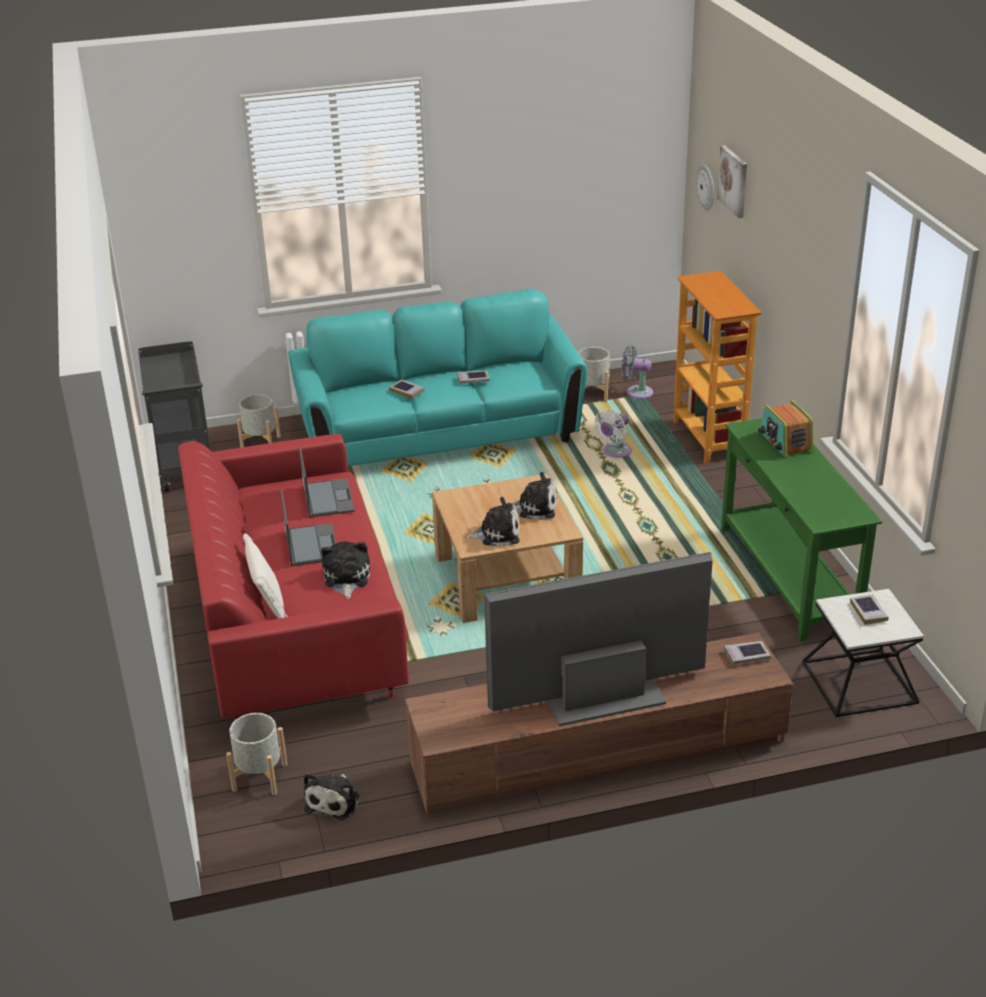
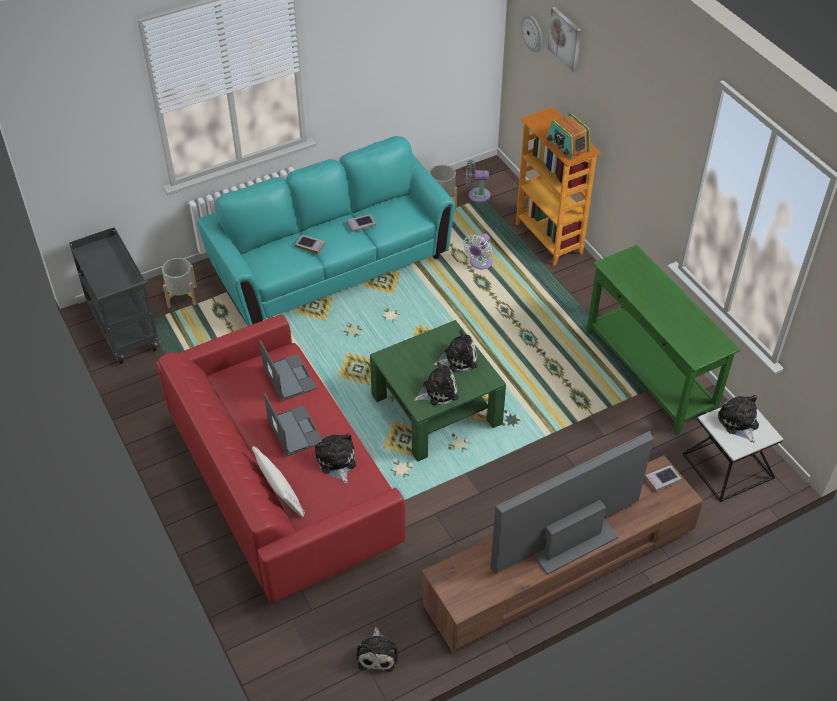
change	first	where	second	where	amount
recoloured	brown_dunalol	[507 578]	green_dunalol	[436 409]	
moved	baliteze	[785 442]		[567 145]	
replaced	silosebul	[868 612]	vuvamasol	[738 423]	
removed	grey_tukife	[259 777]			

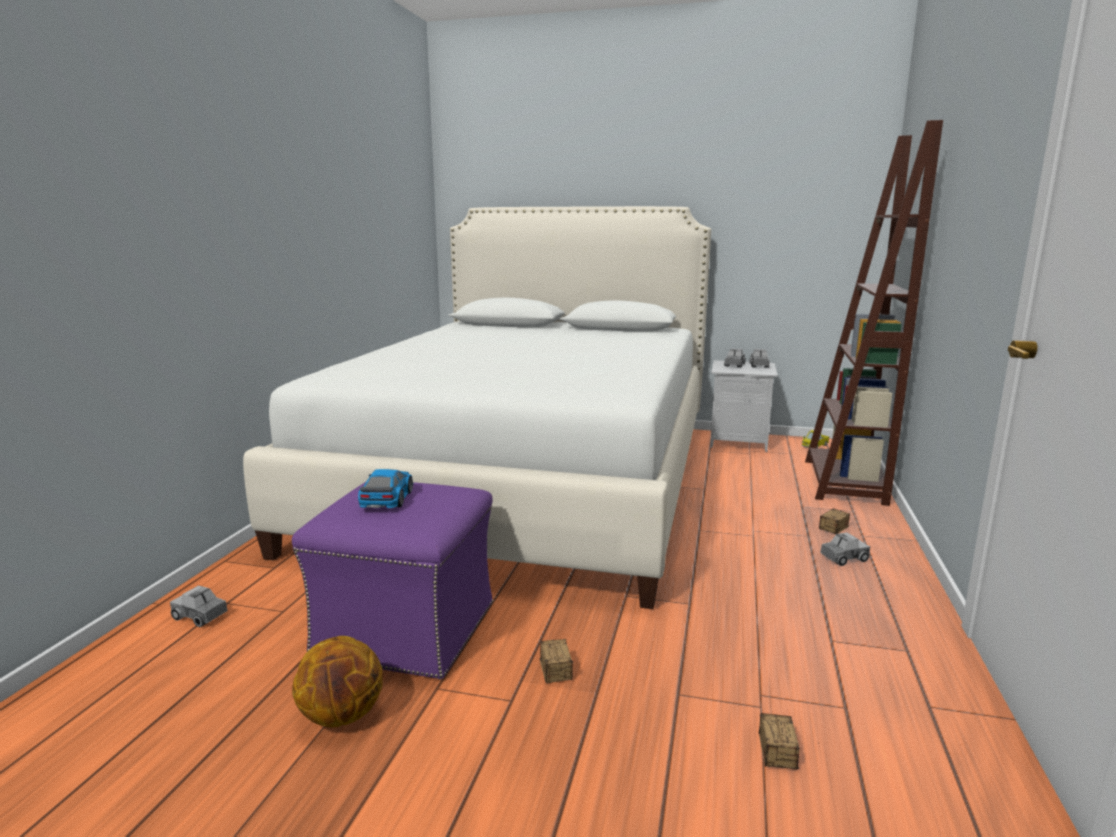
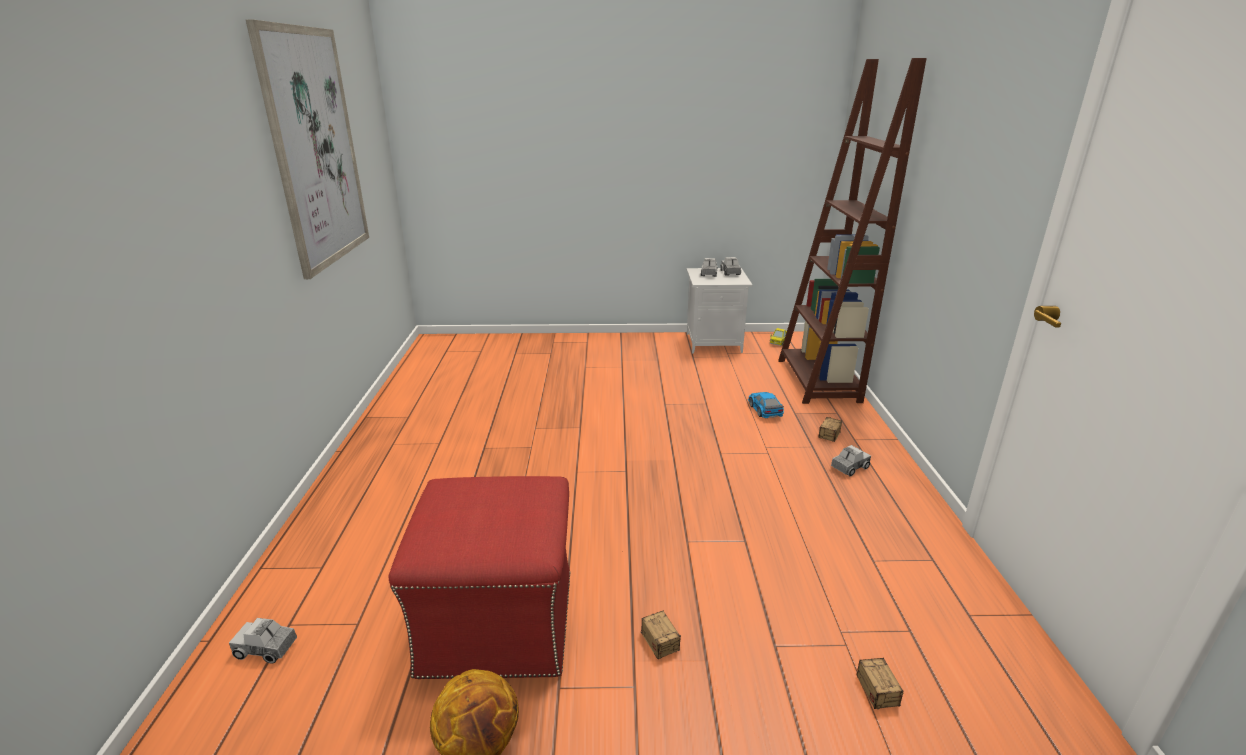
change	first	where	second	where	amount
added			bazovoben	[315 149]	
recoloured	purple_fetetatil	[408 630]	red_fetetatil	[500 622]	
moved	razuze	[387 498]		[764 409]	
removed	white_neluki	[529 480]			

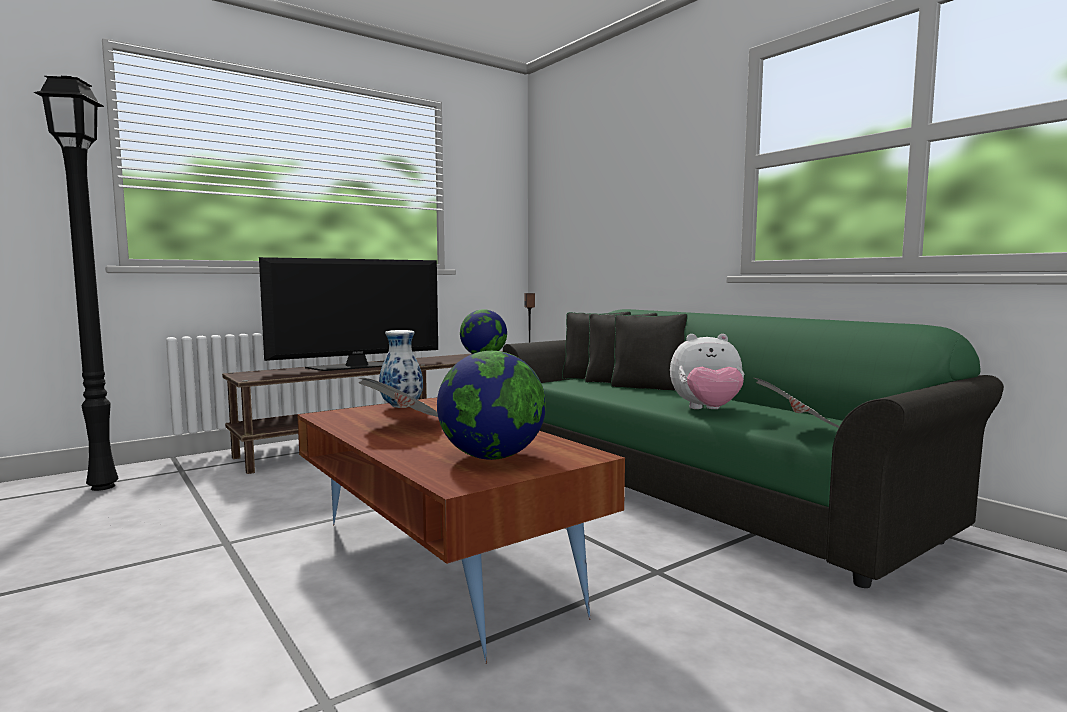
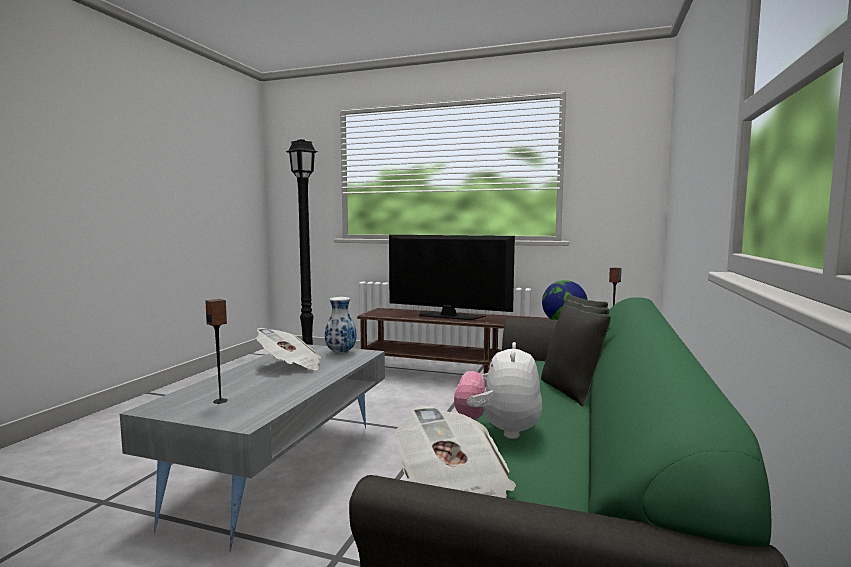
change	first	where	second	where	amount
recoloured	brown_dunalol	[442 564]	grey_dunalol	[282 470]	
replaced	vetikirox	[491 457]	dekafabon	[220 401]	
turned	vuvamasol	[707 410]		[499 431]	45 degrees clockwise

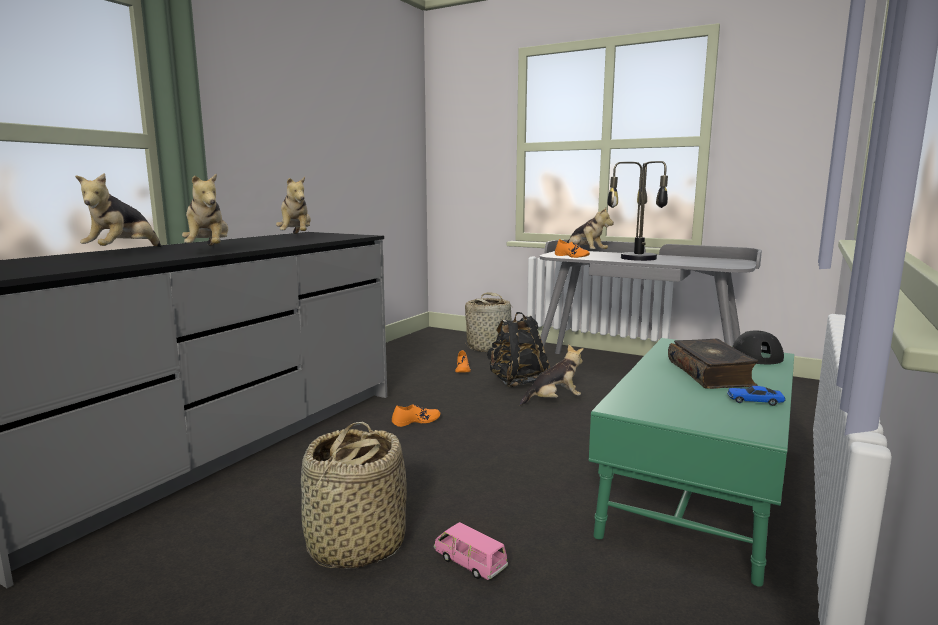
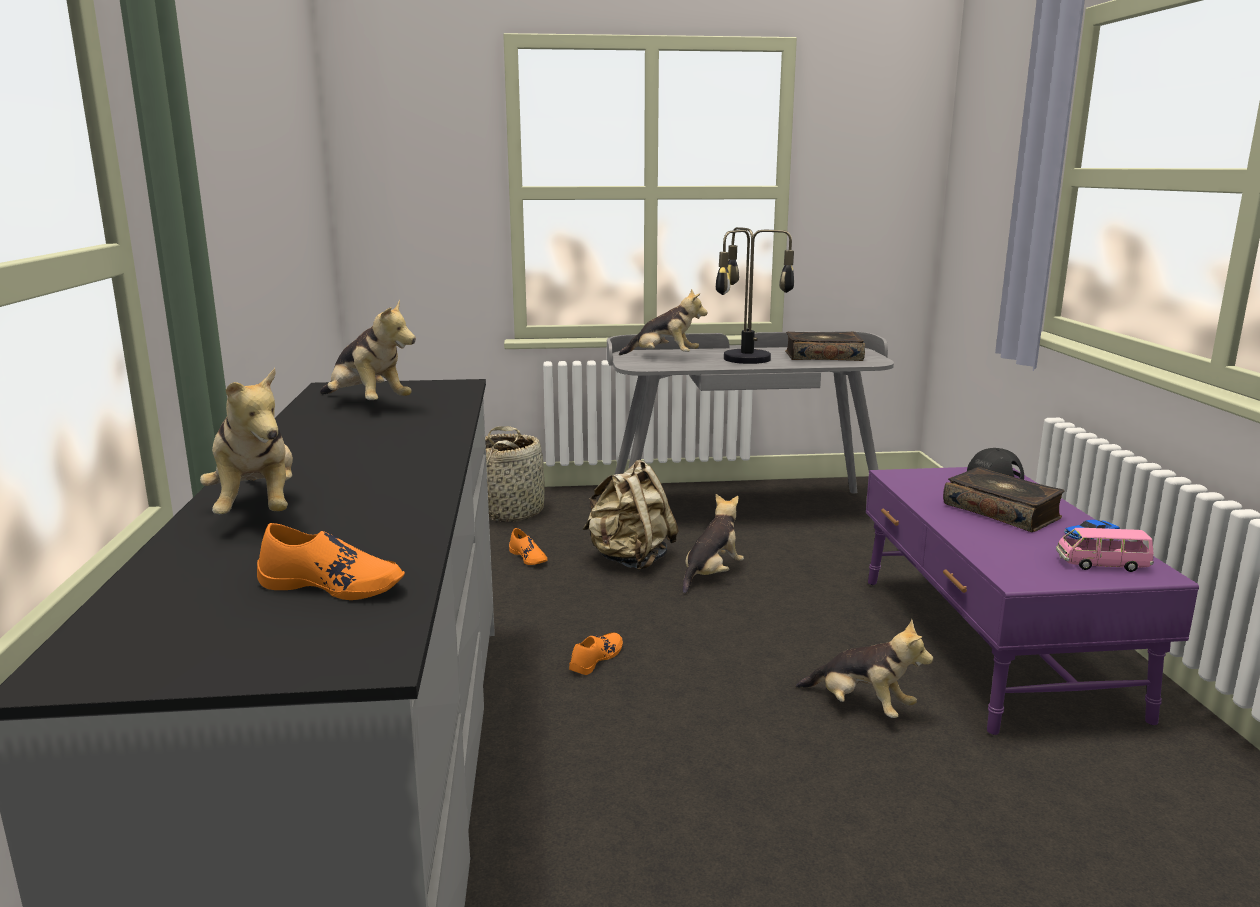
change	first	where	second	where	amount
moved	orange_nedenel	[572 256]		[333 585]	
recoloured	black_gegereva	[516 382]	beige_gegereva	[630 560]	
added			silosebul	[823 356]	
moved	vuvamasol	[209 251]		[861 707]	
recoloured	green_dunalol	[697 491]	purple_dunalol	[992 645]	
moved	pink_razuze	[469 563]		[1102 564]	
removed	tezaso	[355 545]			

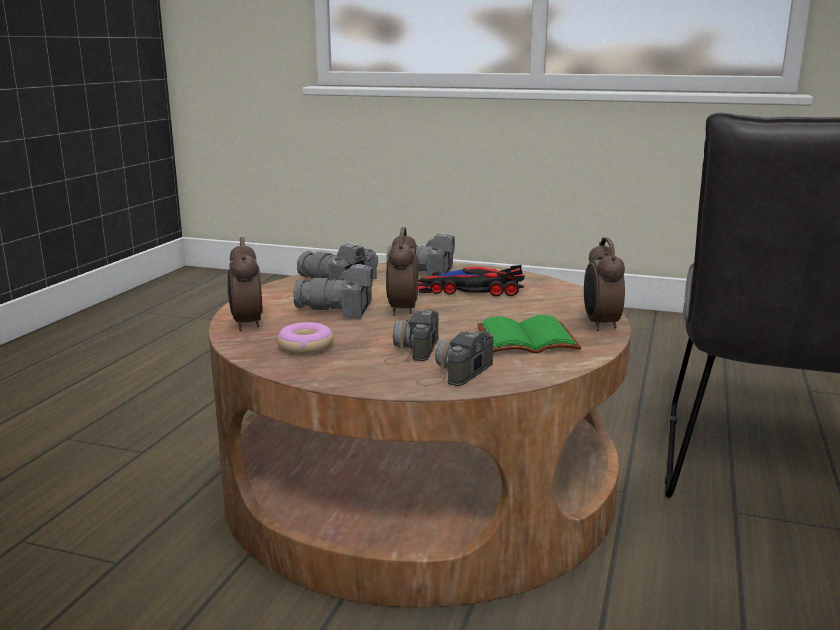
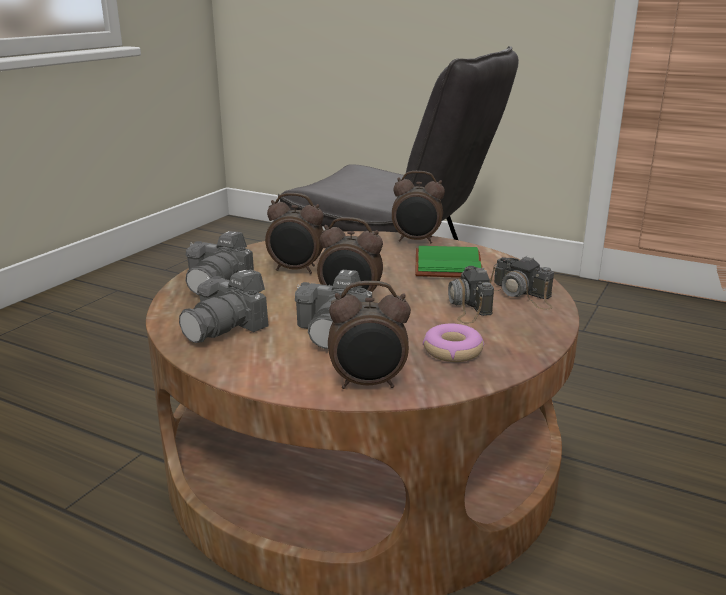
change	first	where	second	where	amount
replaced	razuze	[470 289]	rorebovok	[296 270]	
turned	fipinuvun	[412 350]		[467 306]	60 degrees clockwise

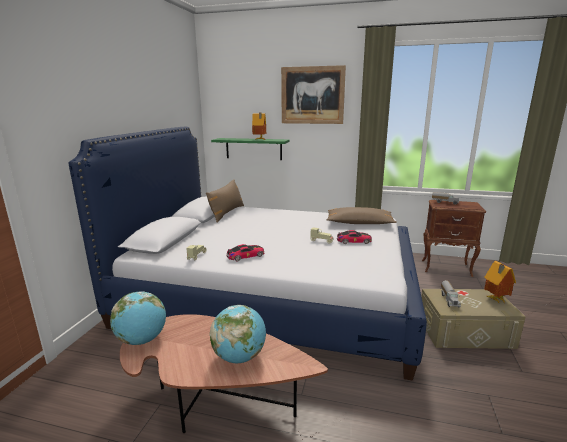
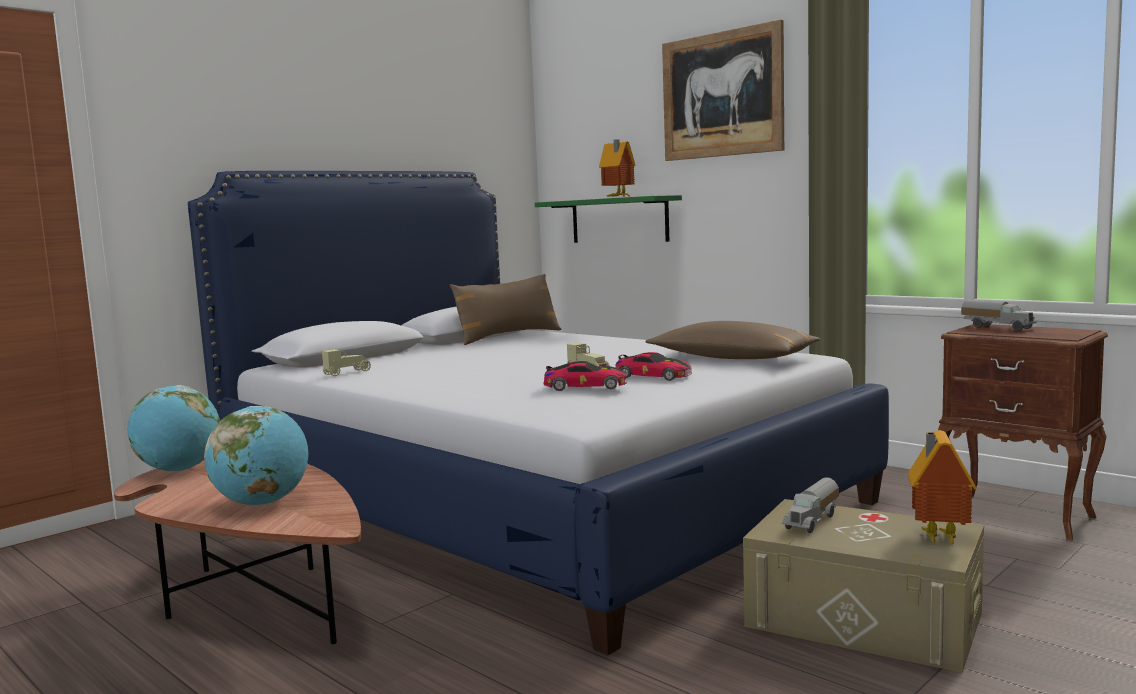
change	first	where	second	where	amount
moved	razuze	[245 256]		[585 386]	

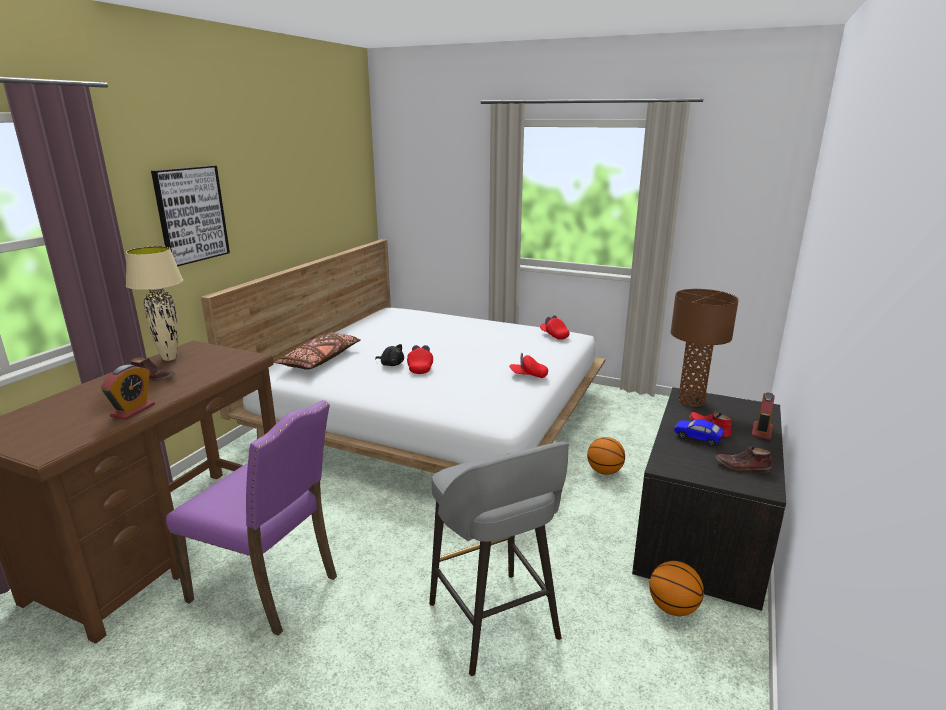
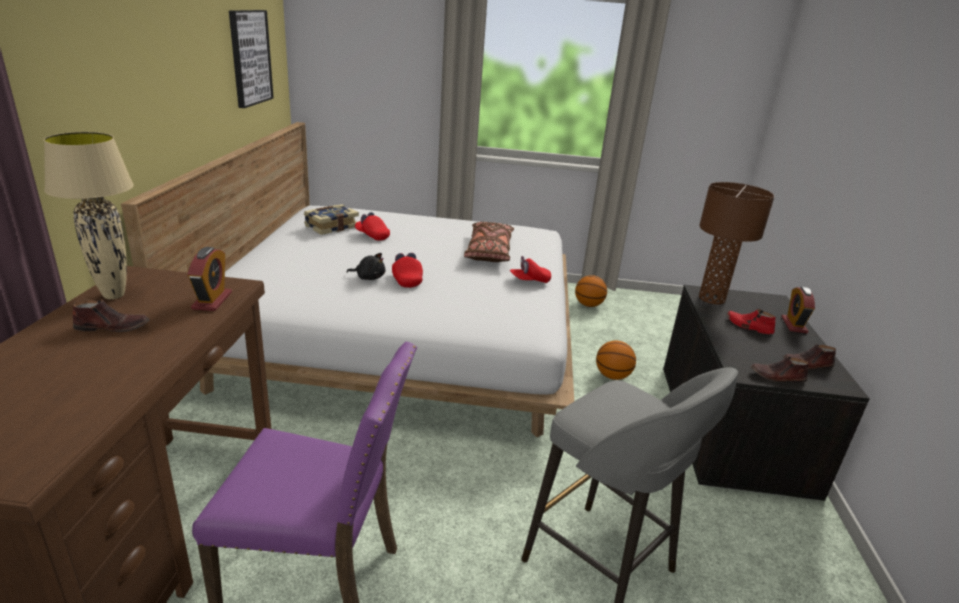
change	first	where	second	where	amount
moved	rorebovok	[133 410]		[212 301]	
moved	bazovoben	[191 214]		[250 57]	
added			silosebul	[331 226]	
moved	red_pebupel	[554 335]		[372 235]	
moved	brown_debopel	[320 360]		[489 252]	
moved	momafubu	[672 607]		[588 305]	
added			brown_nedenel	[777 377]	
removed	razuze	[697 438]			

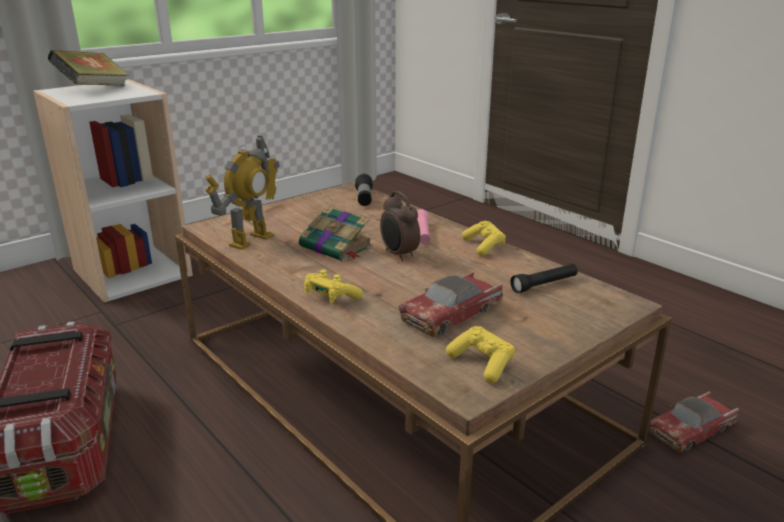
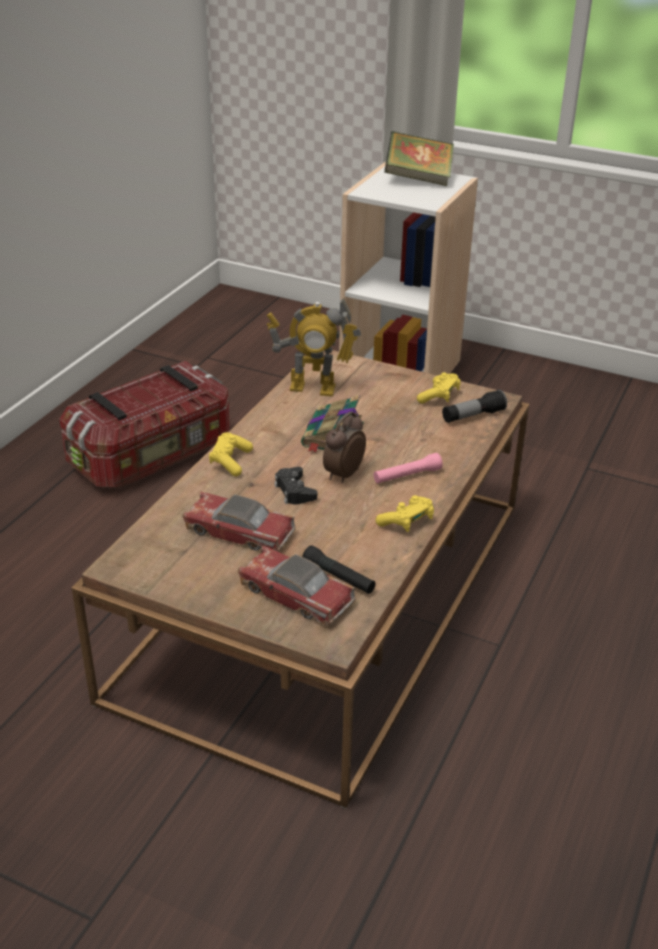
change	first	where	second	where	amount
moved	razuze	[691 430]		[296 595]	
added			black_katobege	[294 491]	
moved	yellow_katobege	[482 363]		[439 396]	

